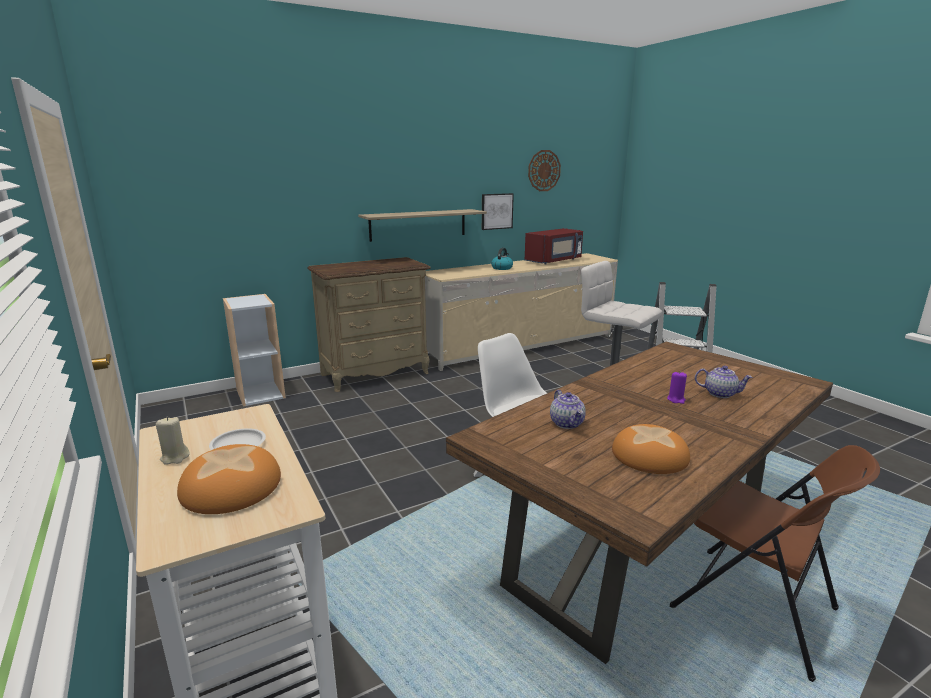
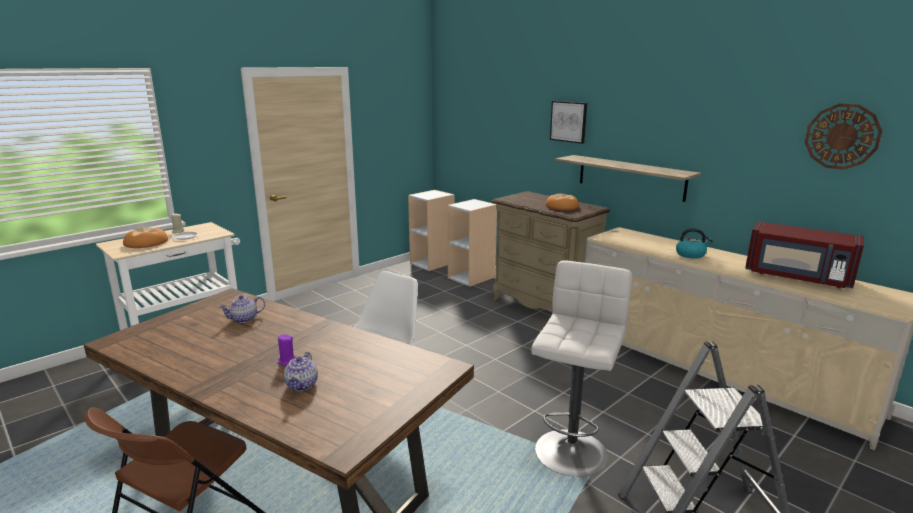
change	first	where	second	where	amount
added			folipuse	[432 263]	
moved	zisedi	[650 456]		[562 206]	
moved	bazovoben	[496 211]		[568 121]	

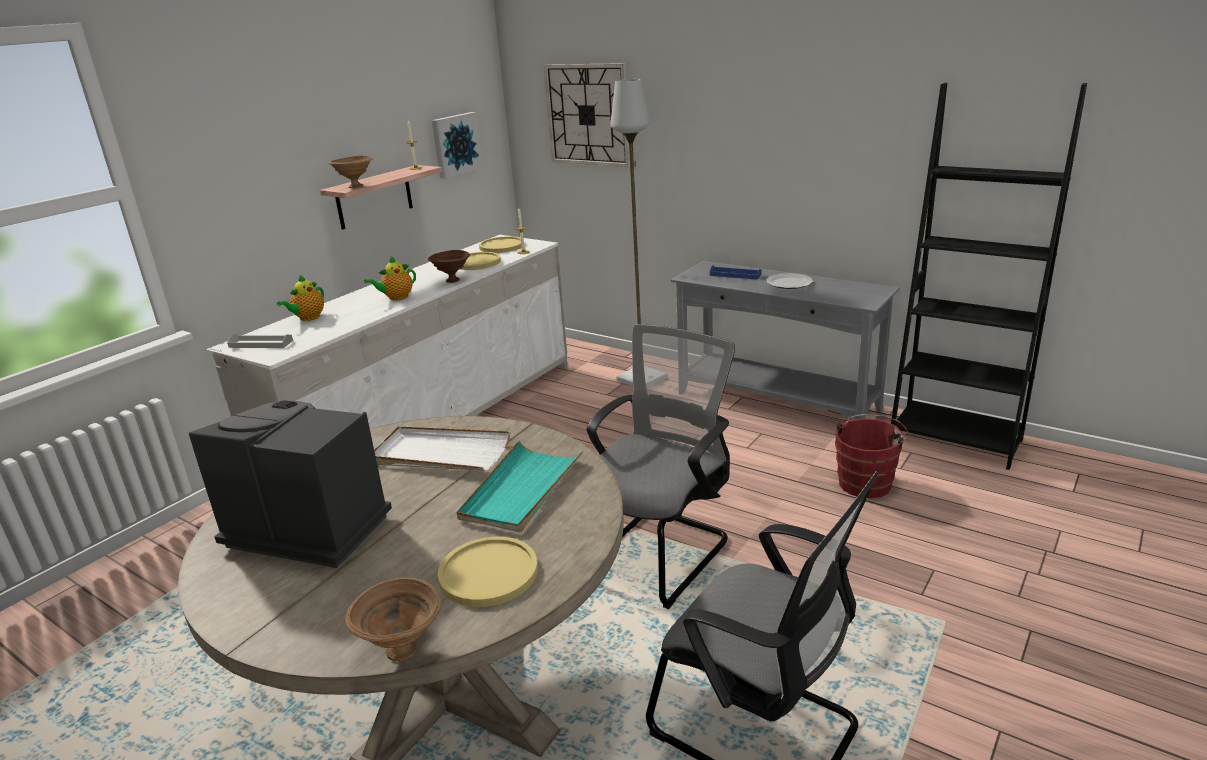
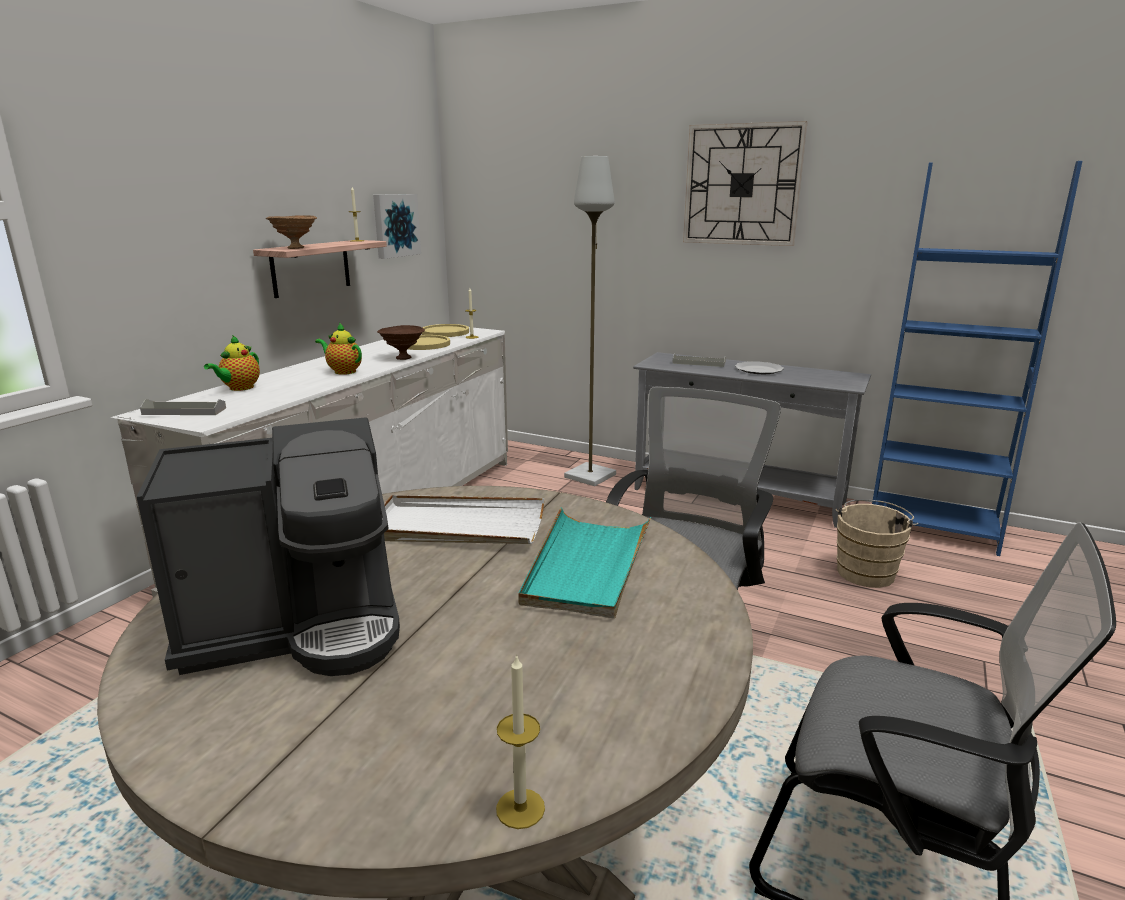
change	first	where	second	where	amount
turned	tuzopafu	[308 528]		[298 624]	150 degrees clockwise
turned	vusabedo	[396 298]		[343 371]	75 degrees clockwise
replaced	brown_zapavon	[404 651]	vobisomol	[520 808]	
recoloured	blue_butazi	[735 275]	grey_butazi	[698 363]	
moved	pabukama	[588 115]		[742 185]	
recoloured	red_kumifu	[866 482]	beige_kumifu	[866 571]	
recoloured	black_folipuse	[955 439]	blue_folipuse	[931 529]	
removed	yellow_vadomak	[488 573]			

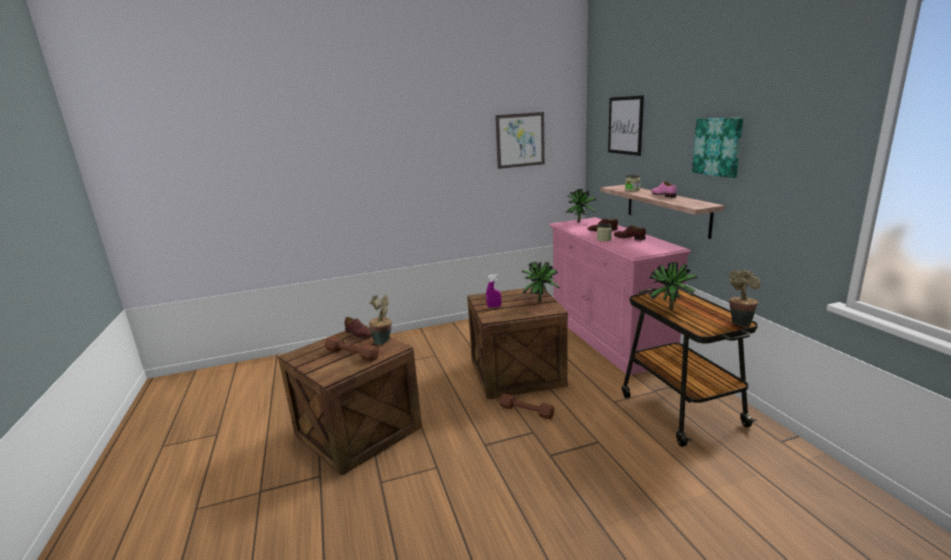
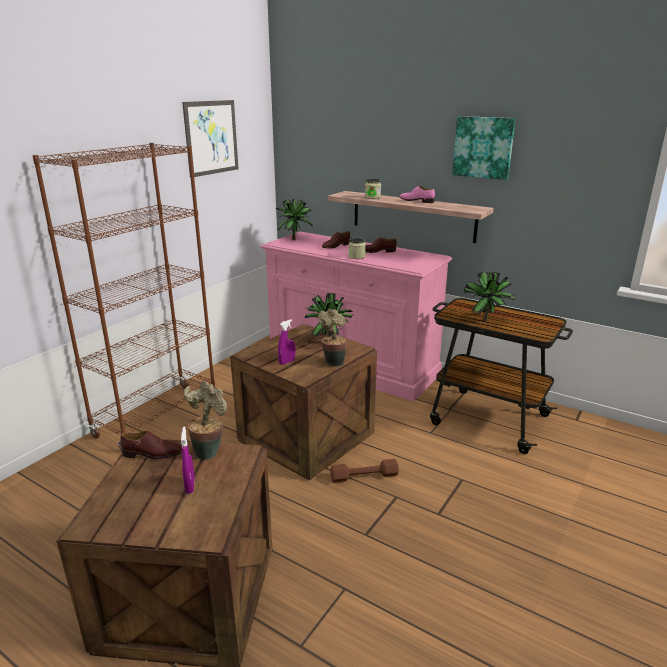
change	first	where	second	where	amount
added			brown_folipuse	[157 416]	
replaced	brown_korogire	[352 354]	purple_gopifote	[190 486]	
moved	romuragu	[740 322]		[333 362]	
removed	bazovoben	[625 125]			

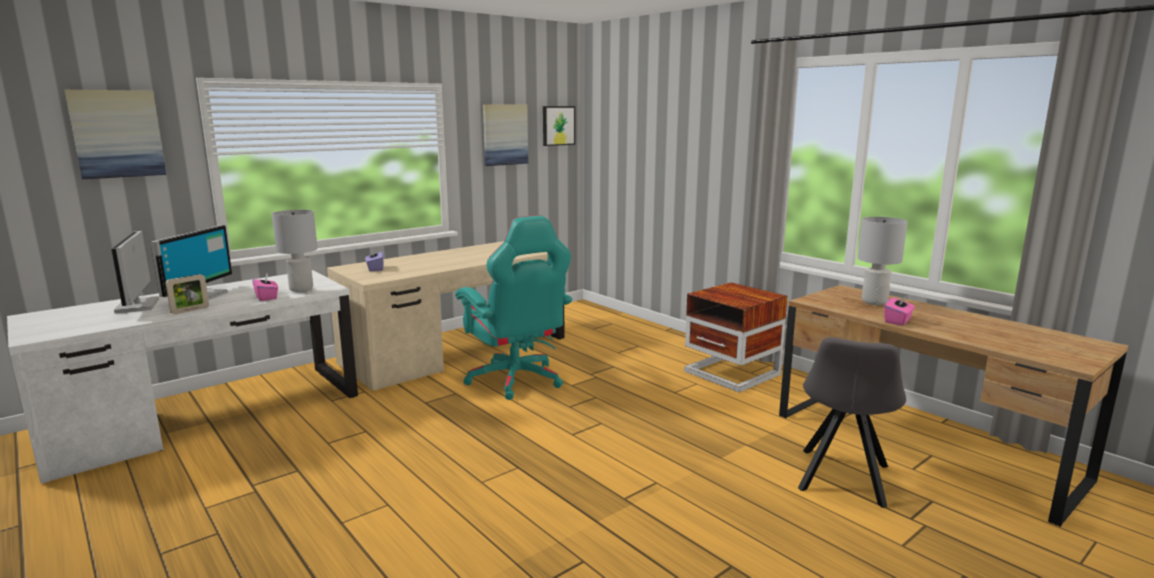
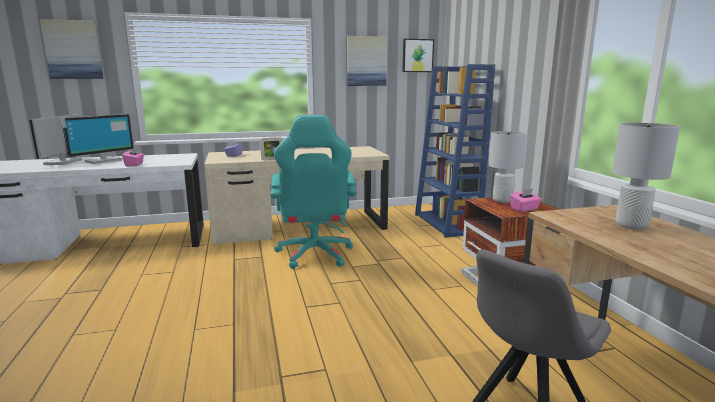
change	first	where	second	where	amount
moved	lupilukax	[190 310]		[272 159]	
added			blue_folipuse	[447 224]	
moved	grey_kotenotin	[301 291]		[502 201]	
moved	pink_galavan	[898 321]		[524 209]	

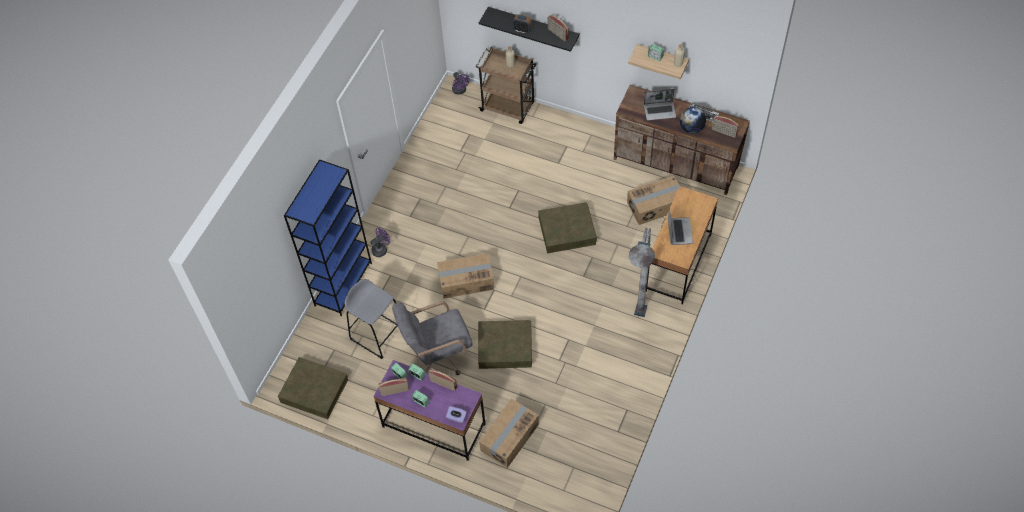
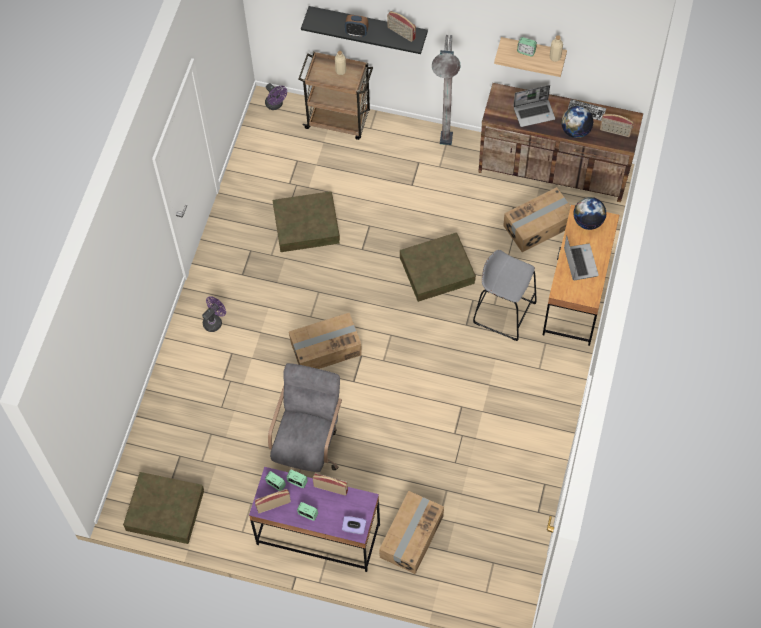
change	first	where	second	where	amount
turned	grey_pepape	[438 357]		[308 448]	135 degrees clockwise
moved	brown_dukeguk	[505 347]		[306 225]	
moved	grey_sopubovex	[635 331]		[443 161]	
moved	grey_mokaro	[378 334]		[504 312]	
added			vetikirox	[588 221]	
removed	blue_folipuse	[343 284]			

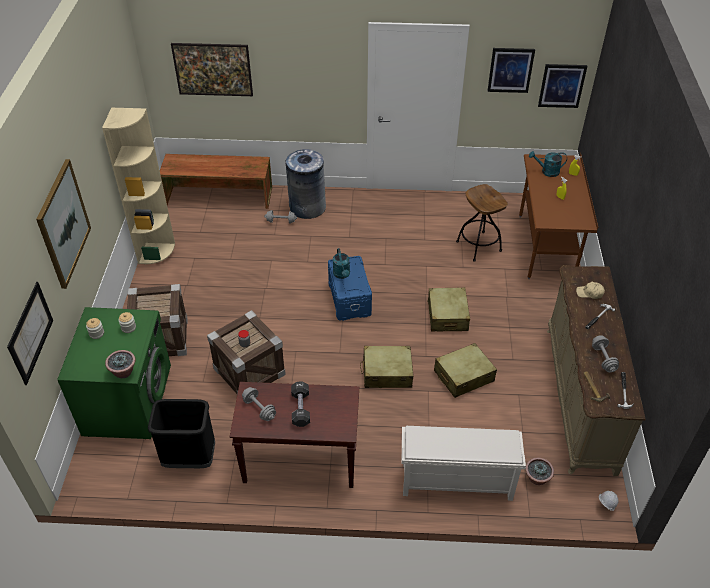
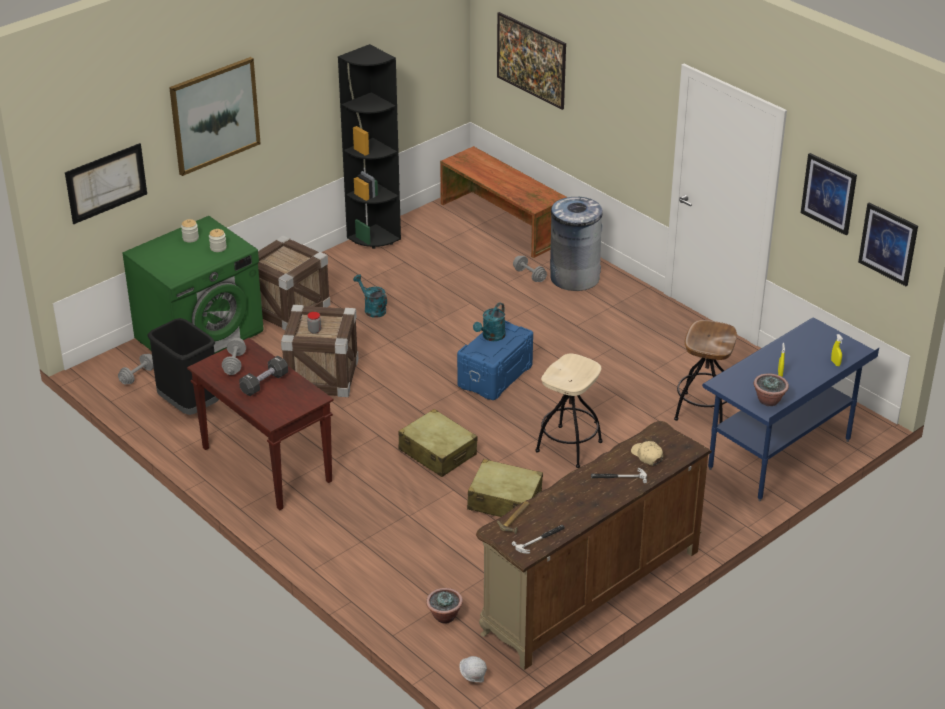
change	first	where	second	where	amount
moved	grey_korogire	[603 359]		[138 376]	
recoloured	beige_folipuse	[156 256]	black_folipuse	[374 242]	
moved	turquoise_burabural	[547 171]		[372 309]	
replaced	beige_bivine	[447 316]	beige_mokaro	[568 446]	
recoloured	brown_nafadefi	[546 247]	blue_nafadefi	[780 455]	
moved	romuragu	[123 372]		[769 400]	
removed	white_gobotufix	[455 482]			

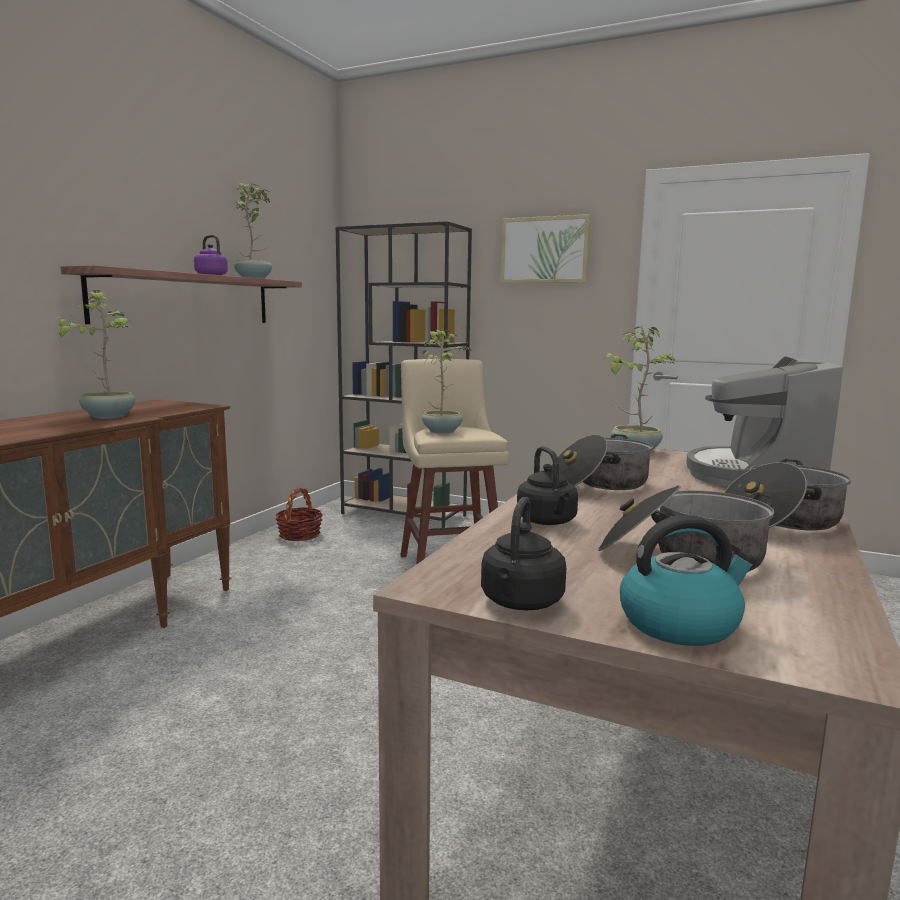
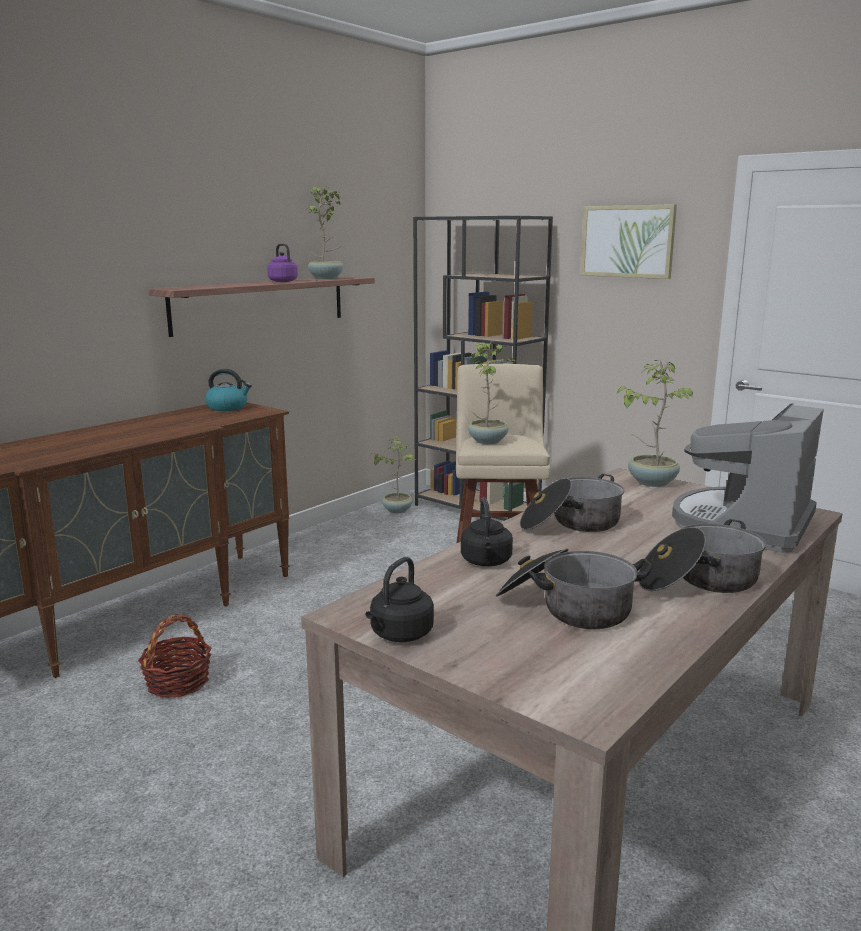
change	first	where	second	where	amount
moved	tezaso	[299 535]		[178 682]	
moved	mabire	[680 623]		[228 407]	
moved	romuragu	[108 416]		[397 510]	

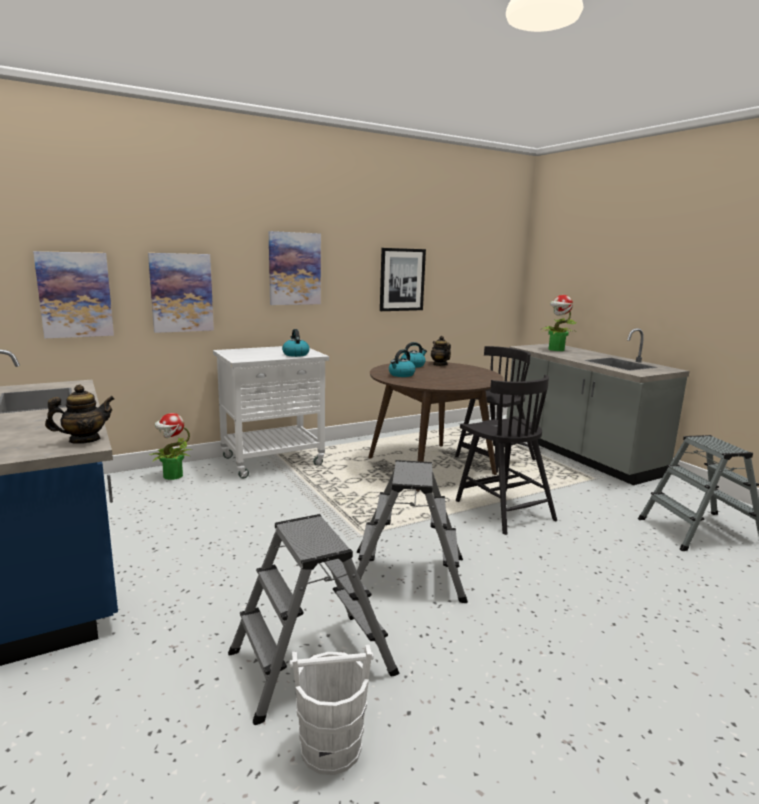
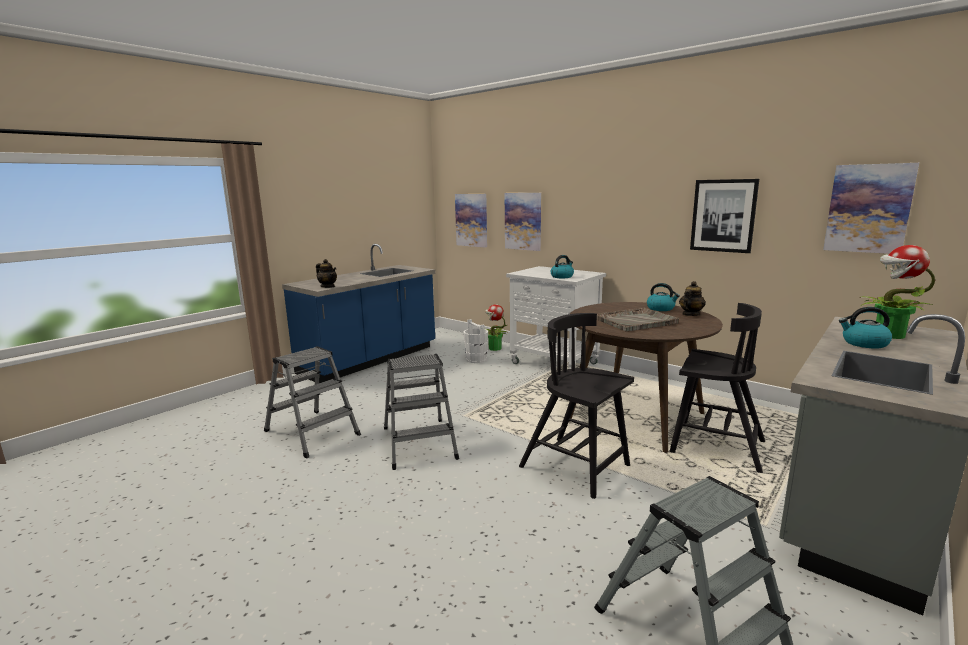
change	first	where	second	where	amount
moved	white_kumifu	[330 747]		[476 359]	
turned	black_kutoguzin	[503 509]		[576 467]	90 degrees clockwise
added			grey_butazi	[636 321]	
moved	bazovoben	[294 268]		[868 208]	
moved	mabire	[401 375]		[864 343]	

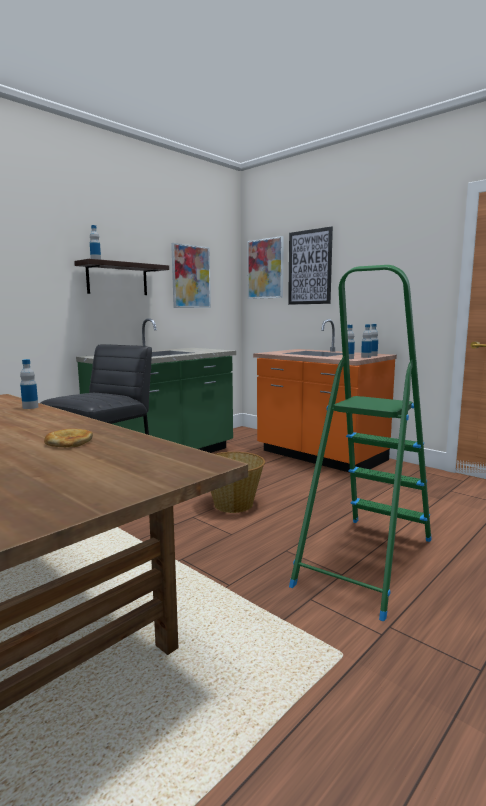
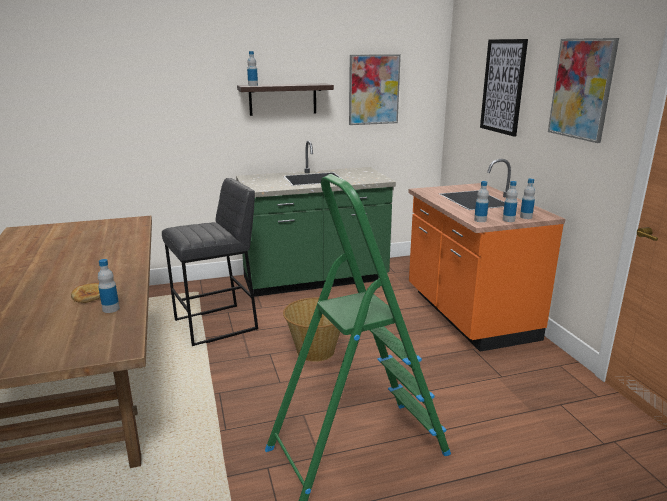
change	first	where	second	where	amount
moved	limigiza	[30 407]		[111 309]	
moved	bazovoben	[265 269]		[581 89]	

